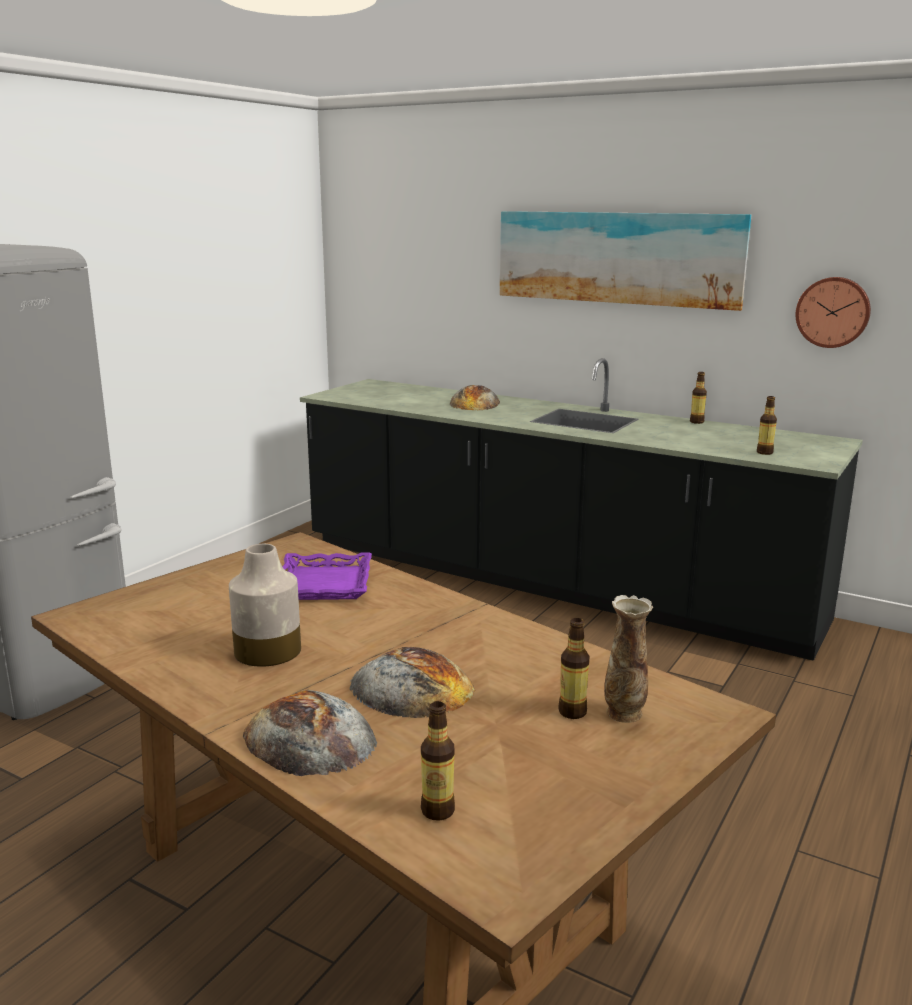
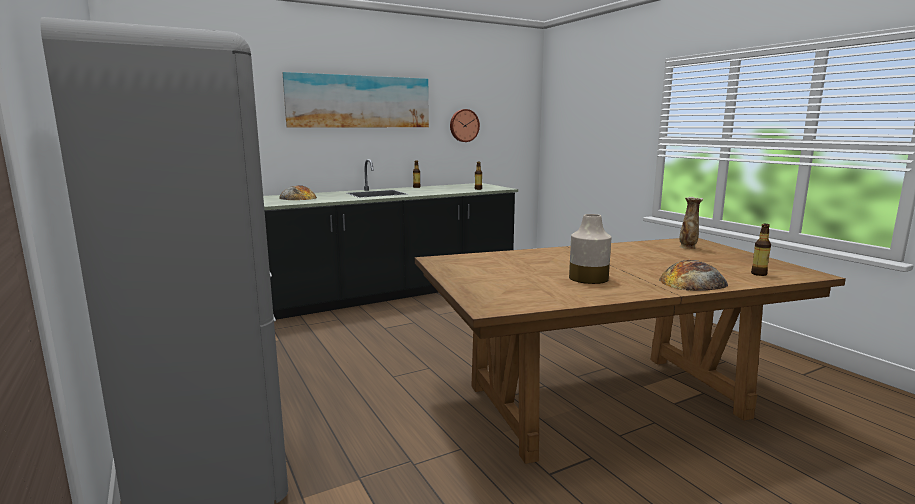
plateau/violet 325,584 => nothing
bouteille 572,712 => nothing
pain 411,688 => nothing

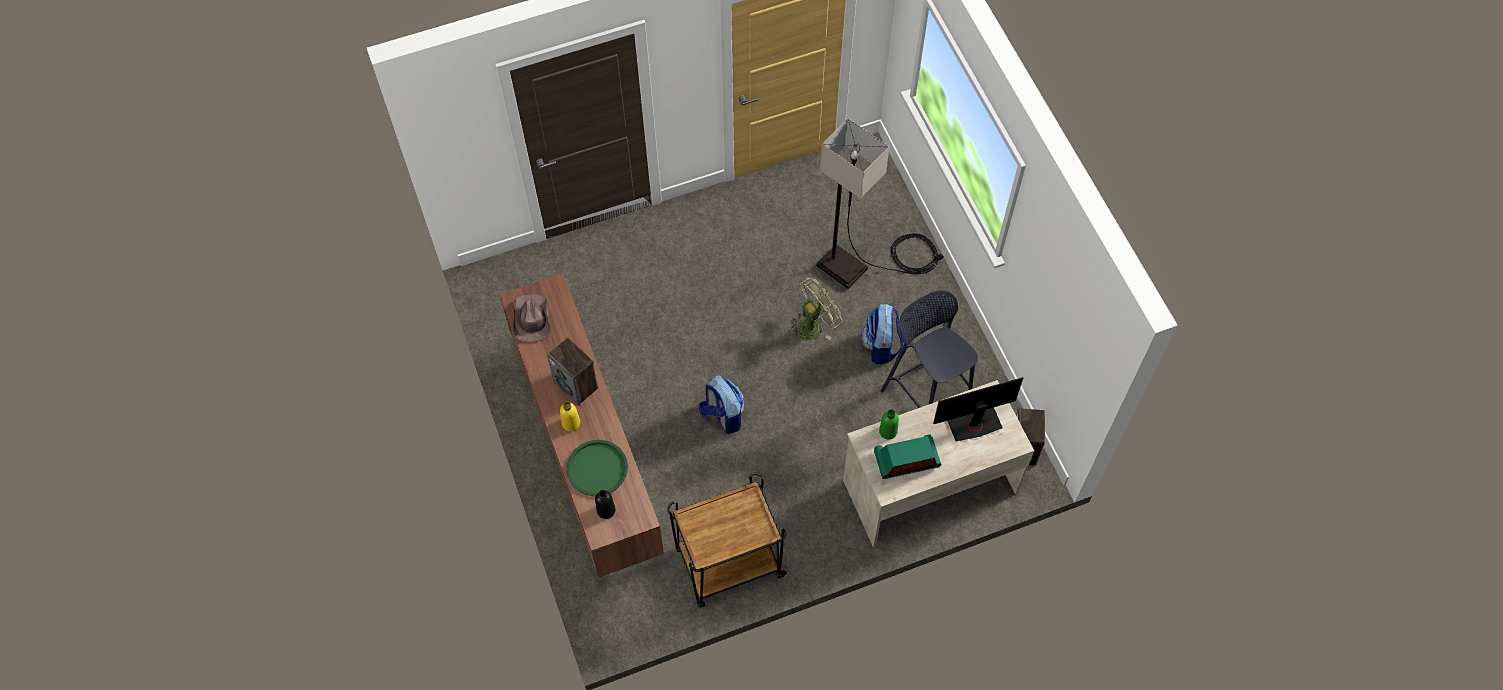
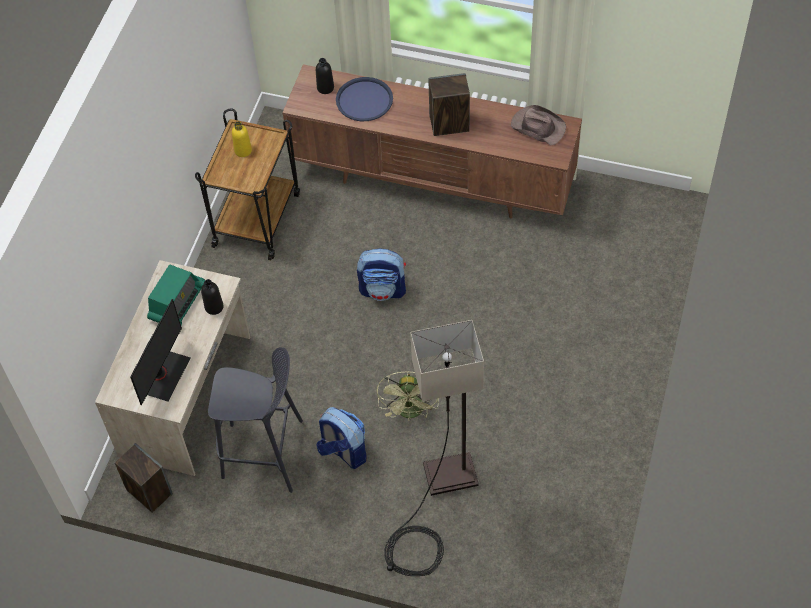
bouteille/jaune 571,423 => bouteille/jaune 243,150, relocated
bouteille/vert 888,431 => bouteille/noir 214,307
plateau/vert 597,468 => plateau/bleu 364,100

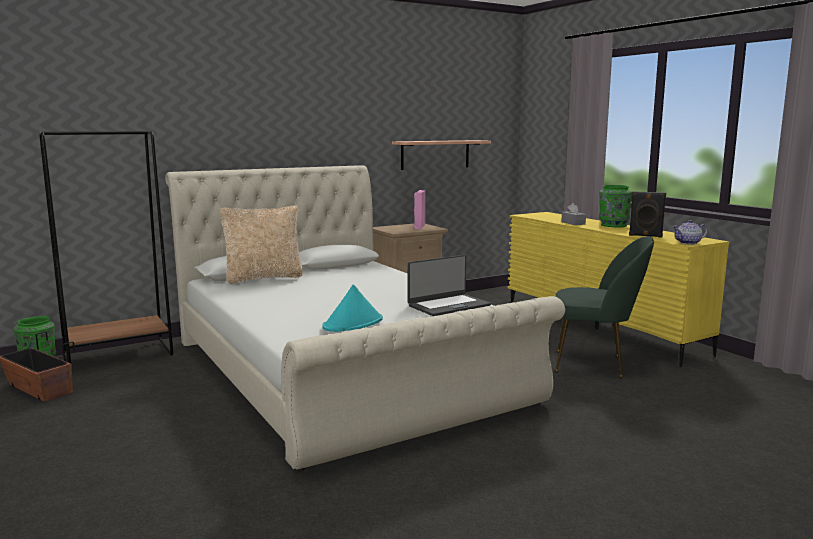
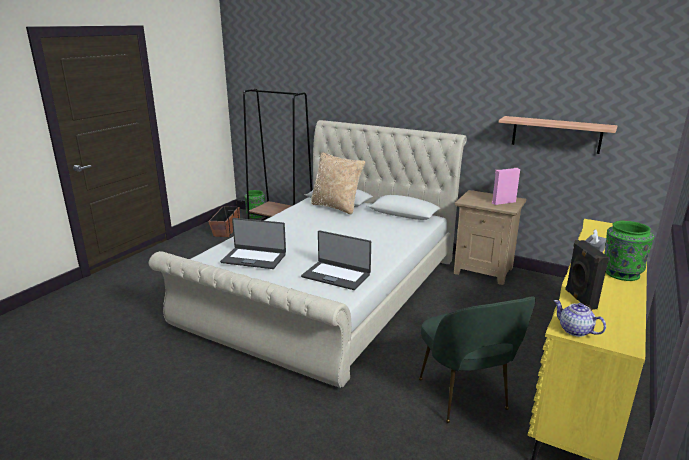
chapeau/turquoise 353,323 => ordinateur portable 254,258

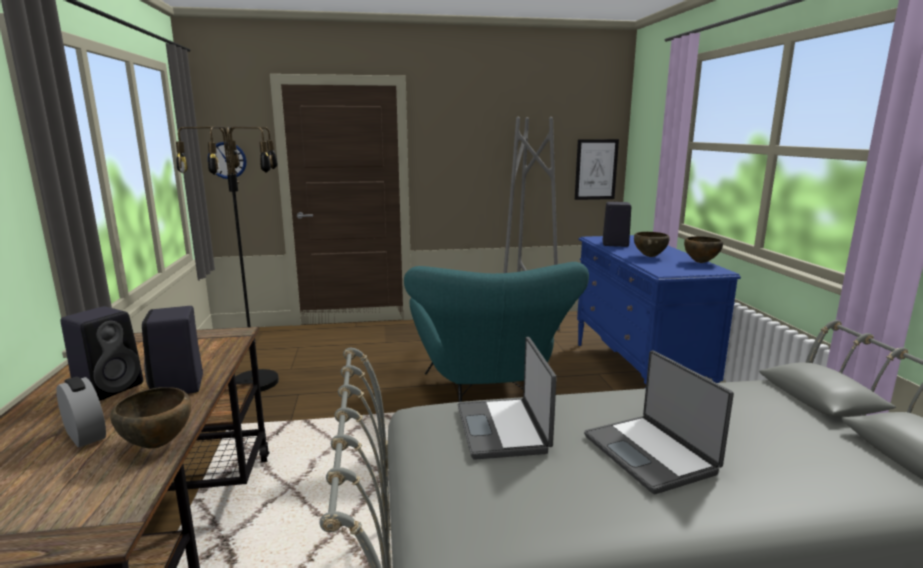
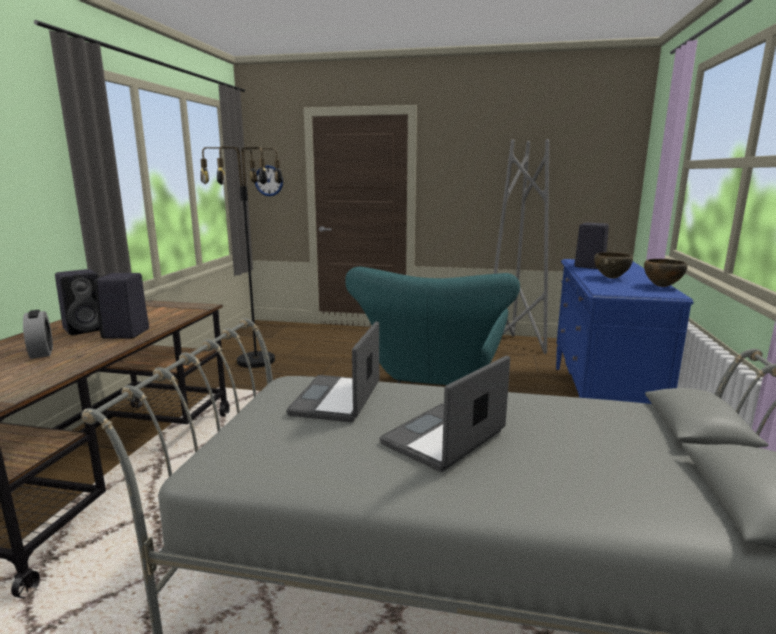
tableau 596,169 => nothing
ordinateur portable 651,453 => ordinateur portable 445,439, 45 degrees clockwise
bol/marron 158,444 => nothing

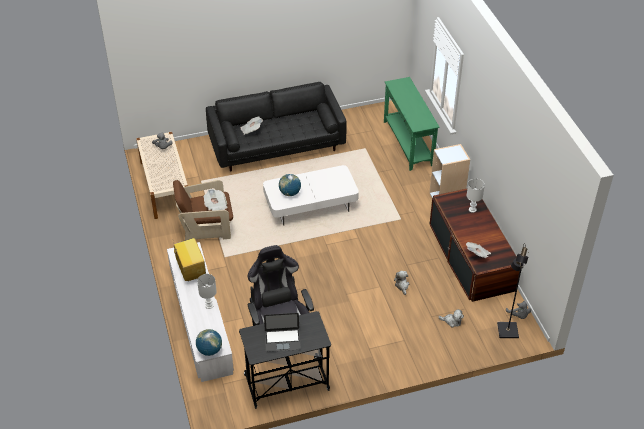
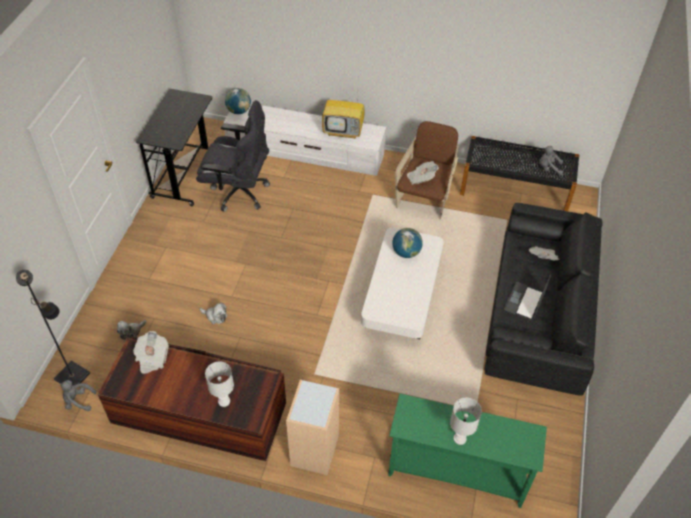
banc/beige 164,186 => banc/noir 515,189
lampe de table/blanc 209,305 => lampe de table/blanc 460,438, relocated
ordinateur portable 282,340 => ordinateur portable 524,301, relocated

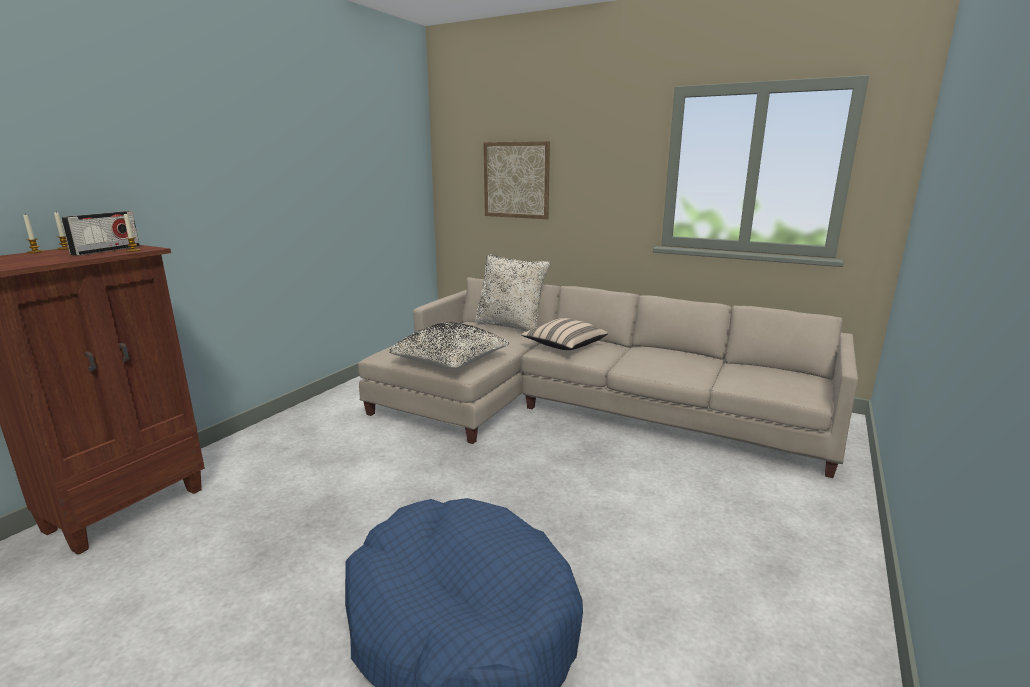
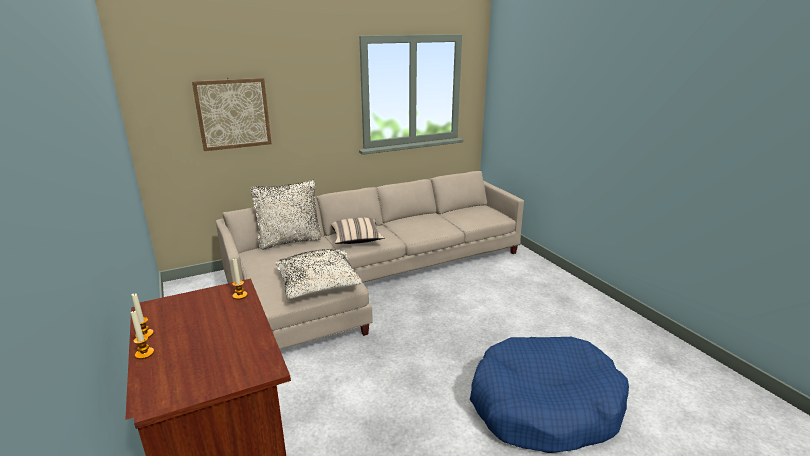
radio 106,250 => nothing

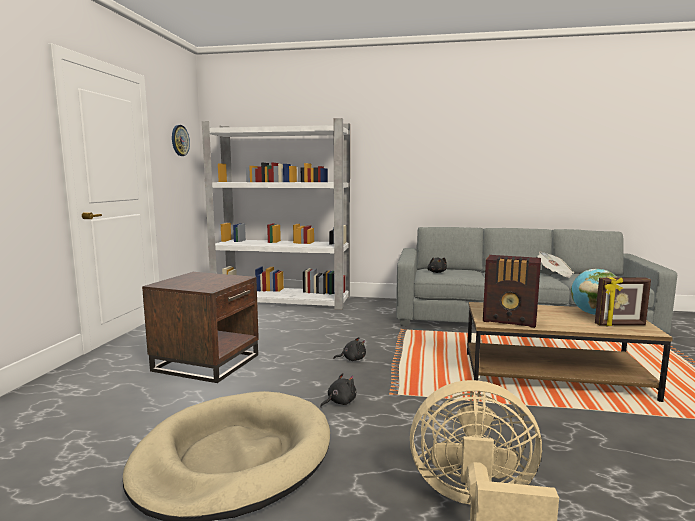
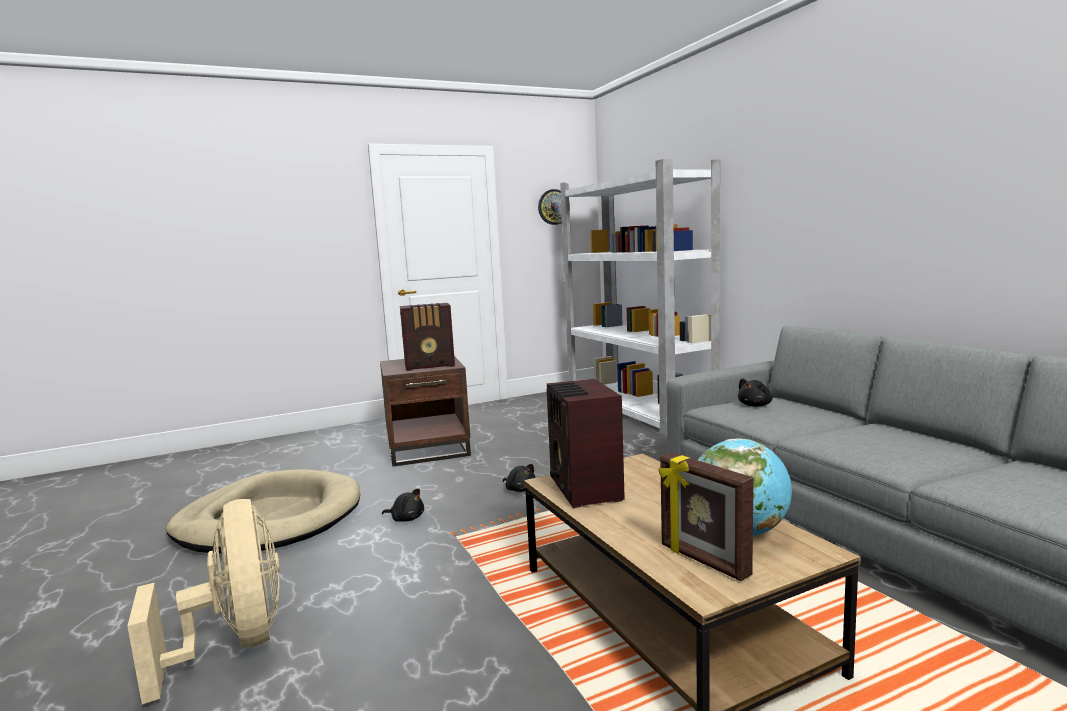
journal 555,274 => nothing
nothing => radio 430,366

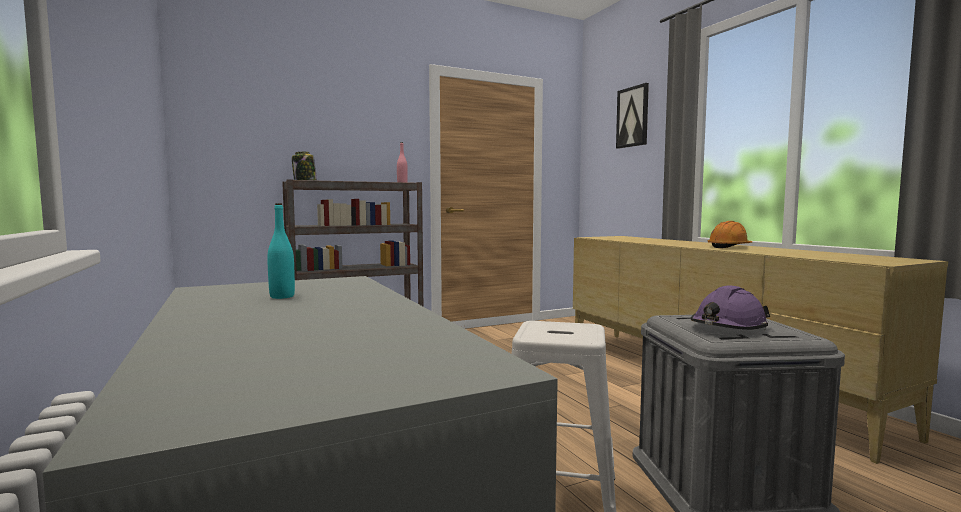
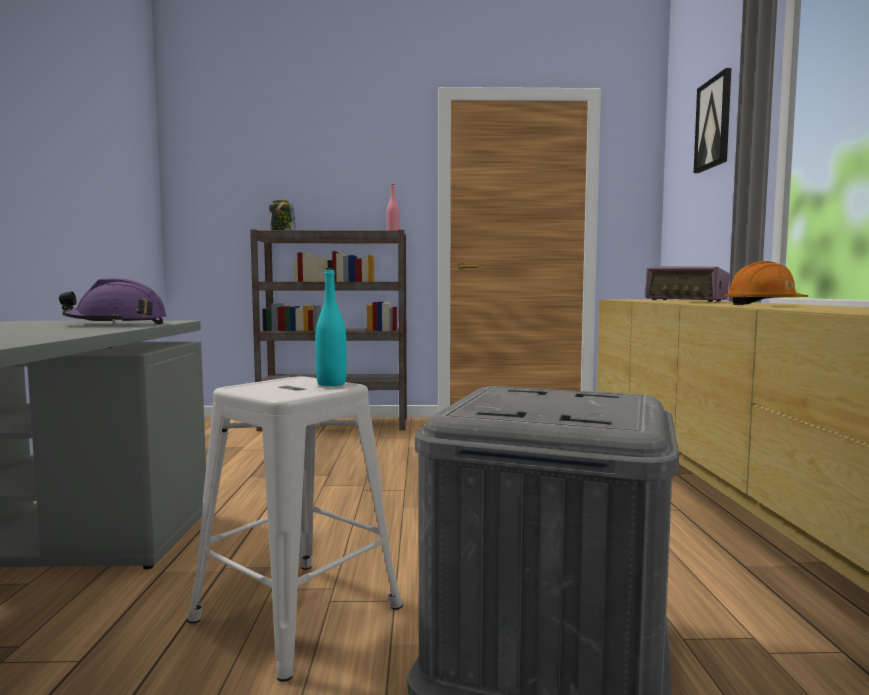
bouteille/turquoise 282,296 => bouteille/turquoise 331,384, relocated
casque de chantier/violet 728,327 => casque de chantier/violet 117,324, relocated
nothing => radio 686,301

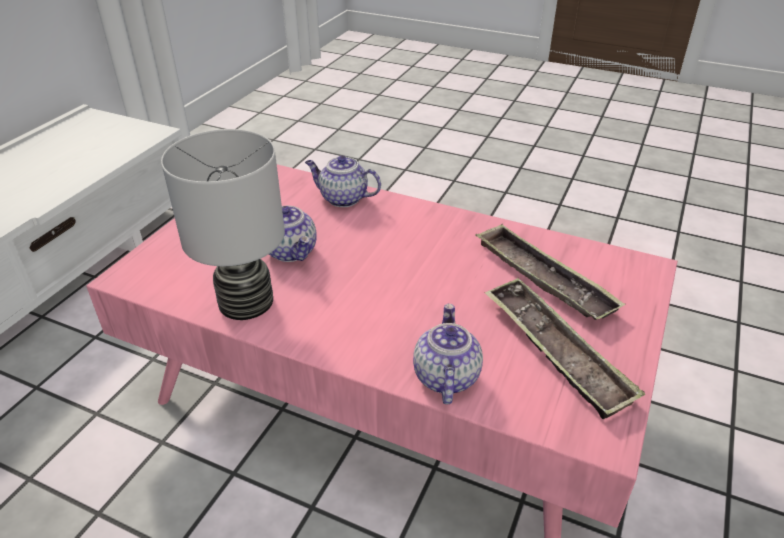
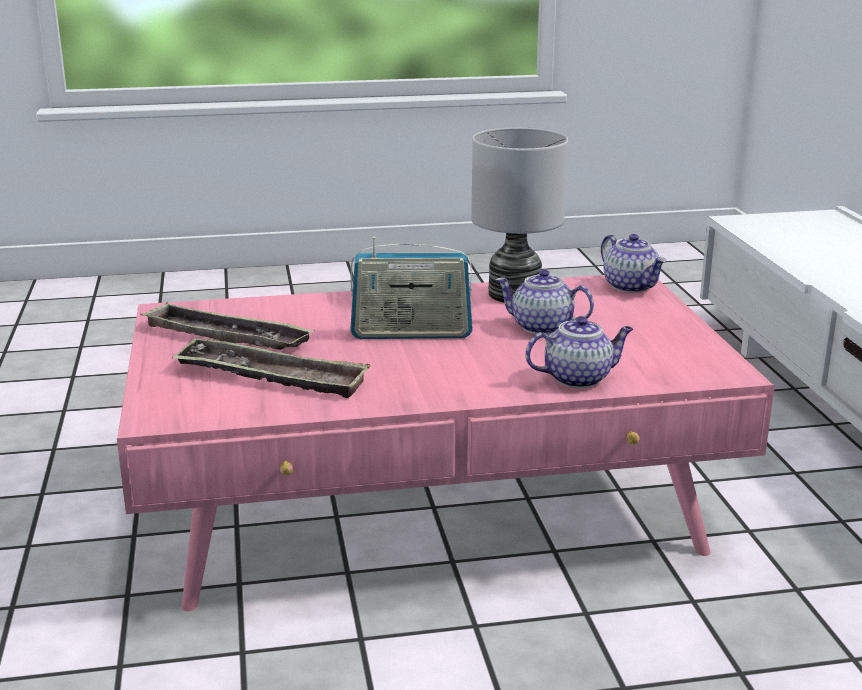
théière 445,376 => théière 631,286, relocated
nothing => radio 411,333

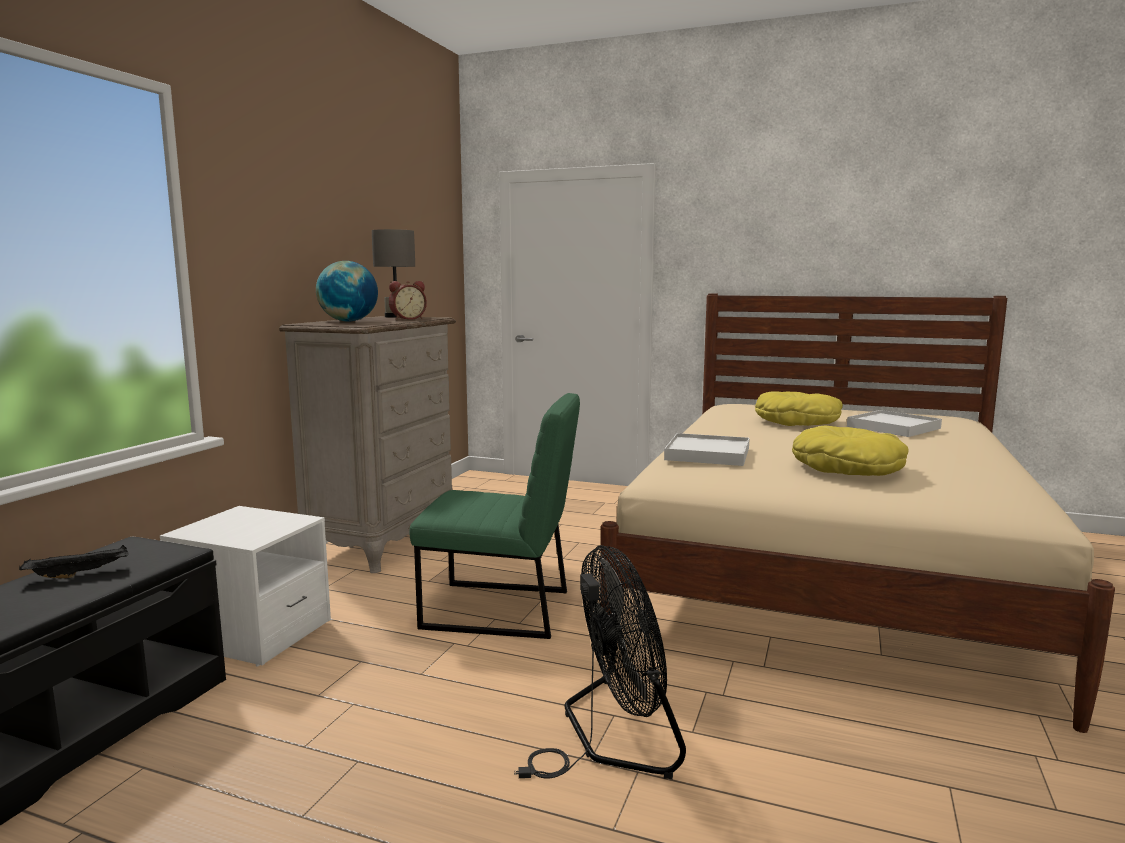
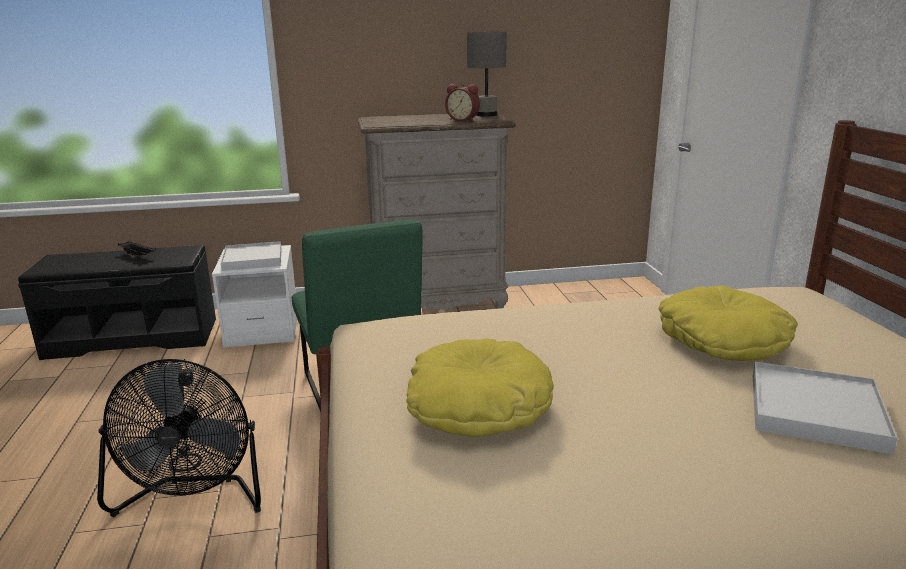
globe 348,321 => nothing
plateau/blanc 708,454 => plateau/blanc 253,259, relocated
ventilateur/noir 604,734 => ventilateur/noir 190,494, 45 degrees clockwise

